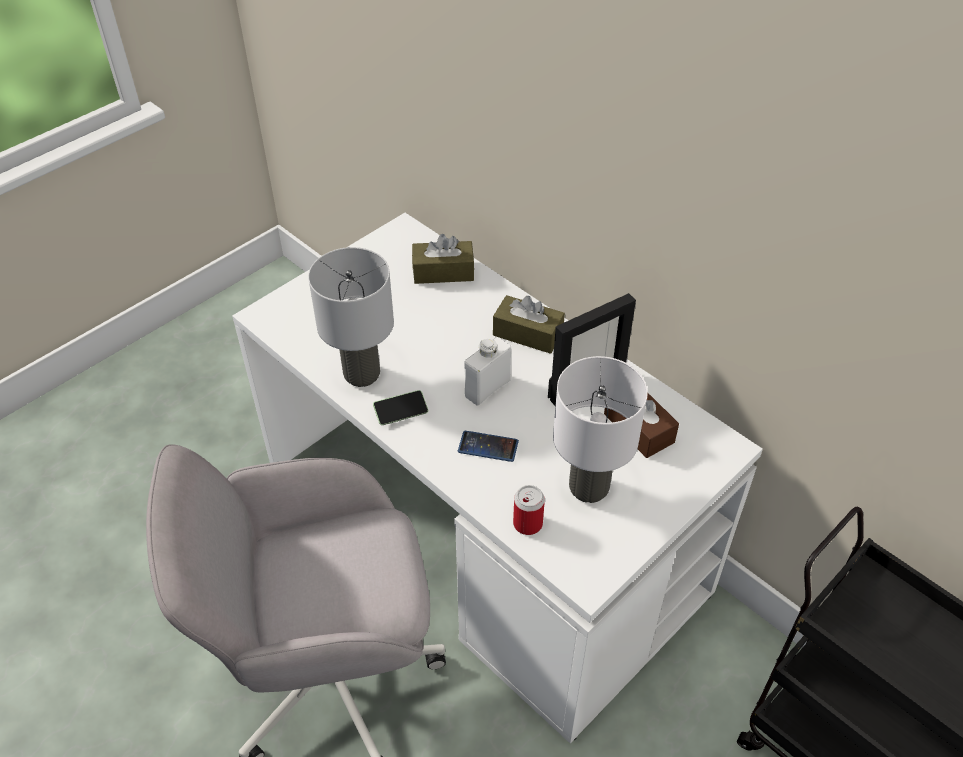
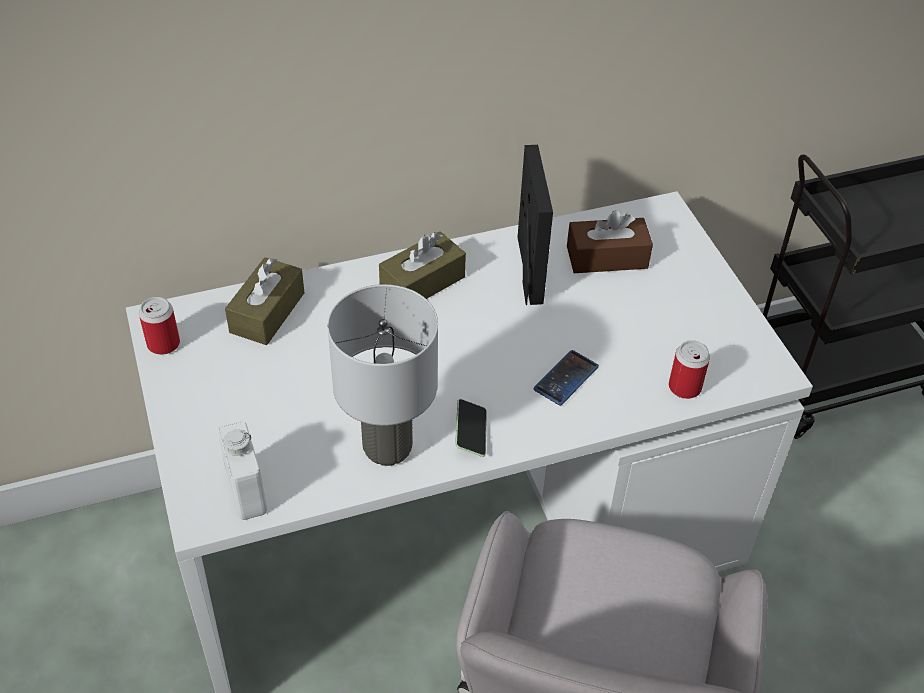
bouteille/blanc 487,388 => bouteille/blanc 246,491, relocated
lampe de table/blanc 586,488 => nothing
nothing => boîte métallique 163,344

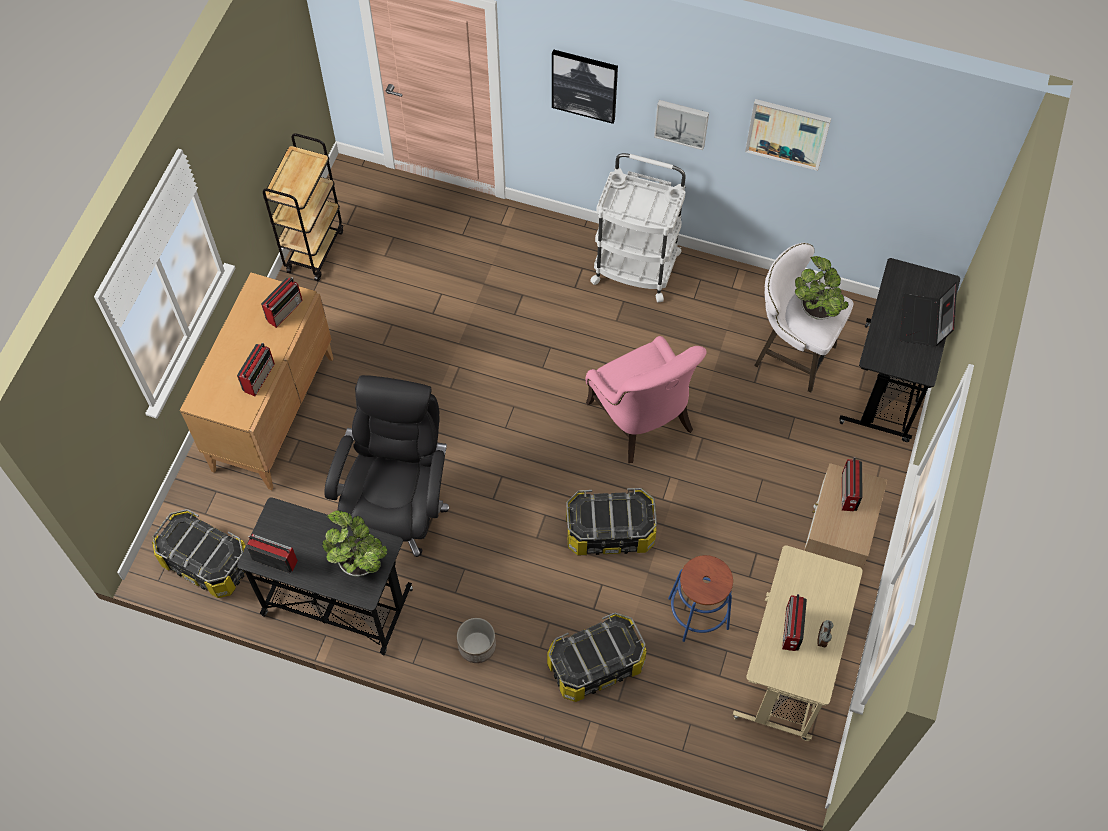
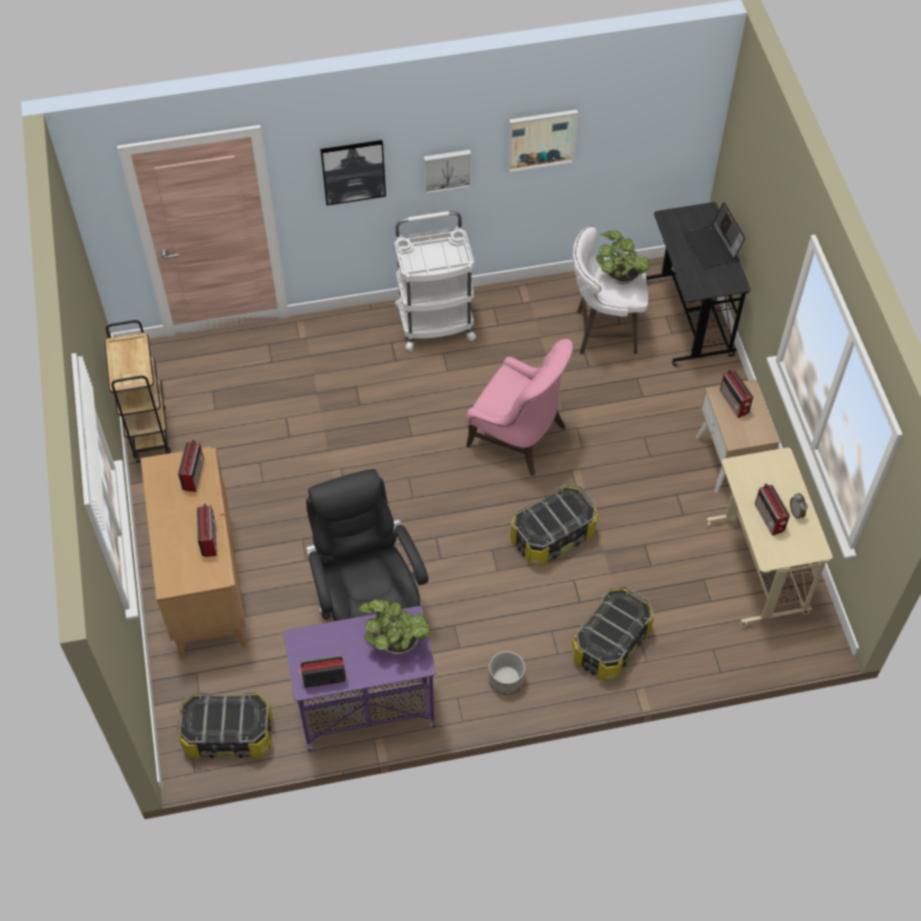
bureau/noir 337,602 => bureau/violet 365,707
tabouret/bleu 698,613 => nothing

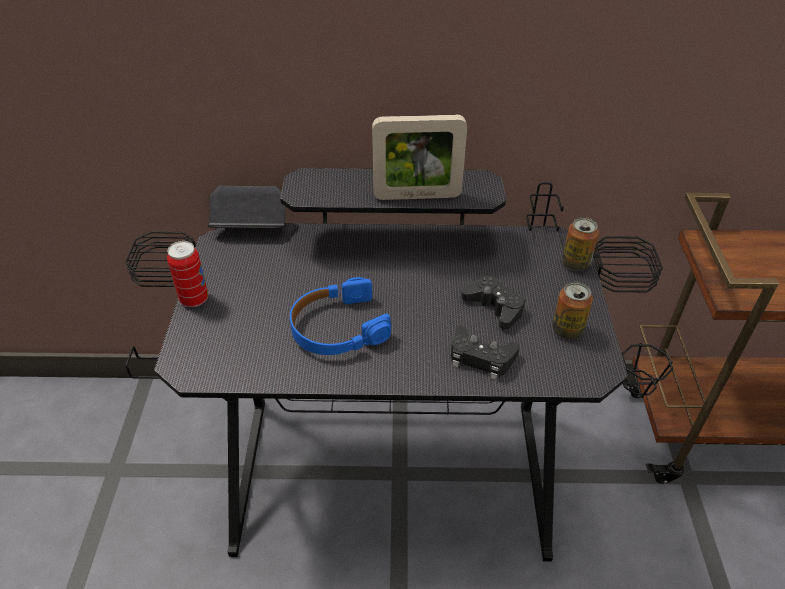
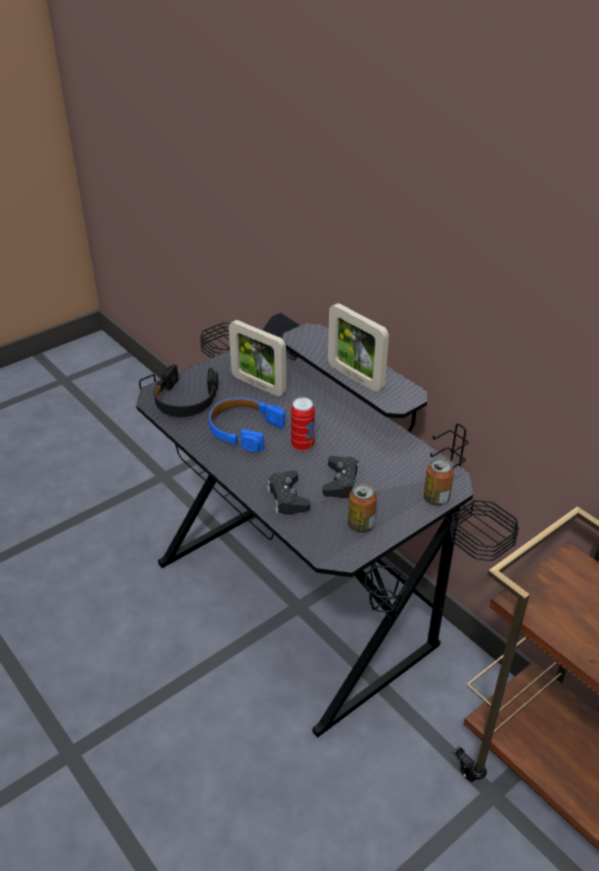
boîte métallique 194,299 => boîte métallique 302,445, relocated
nothing => cadre photo 258,385
nothing => casque audio/noir 186,400

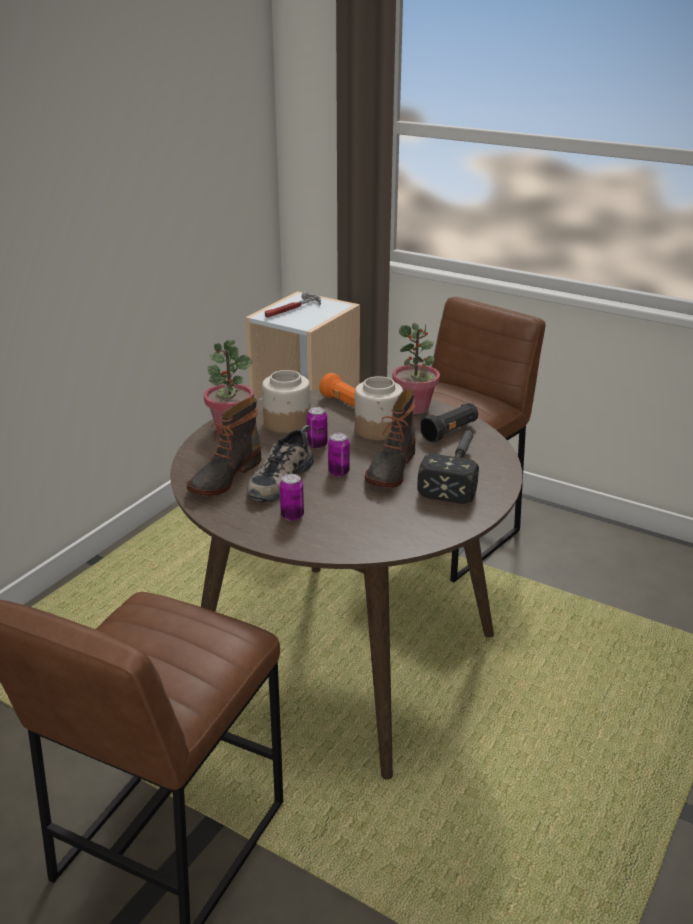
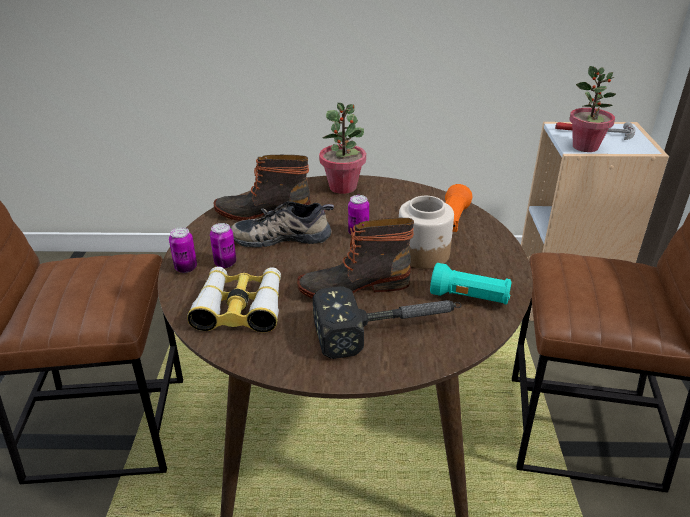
plante en pot 415,408 => plante en pot 585,147, relocated
bocal 286,422 => nothing
lampe de poche/noir 450,432 => lampe de poche/turquoise 469,298
boîte métallique 338,472 => boîte métallique 186,268, relocated
nothing => jumelles 240,307

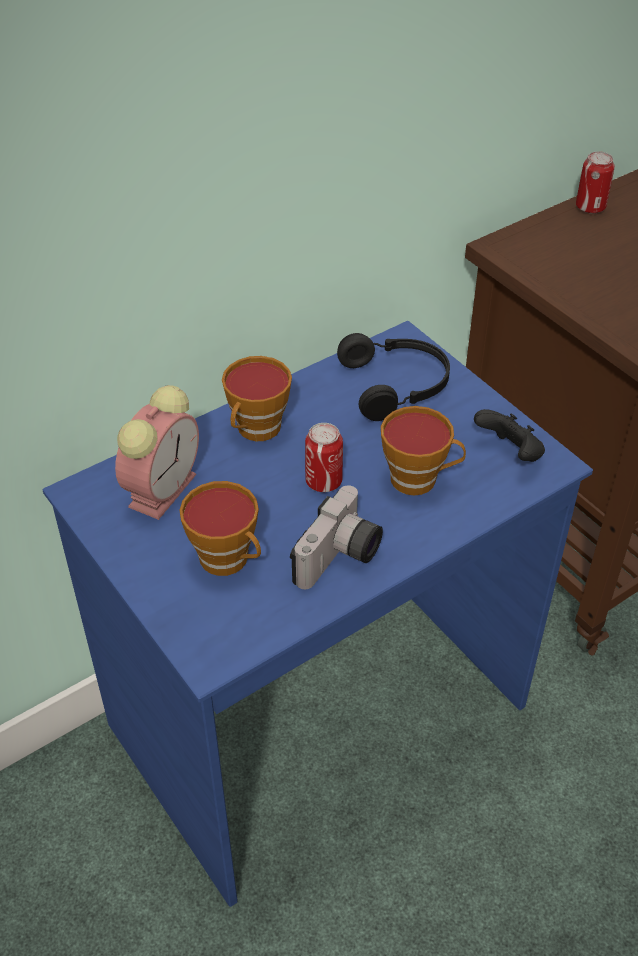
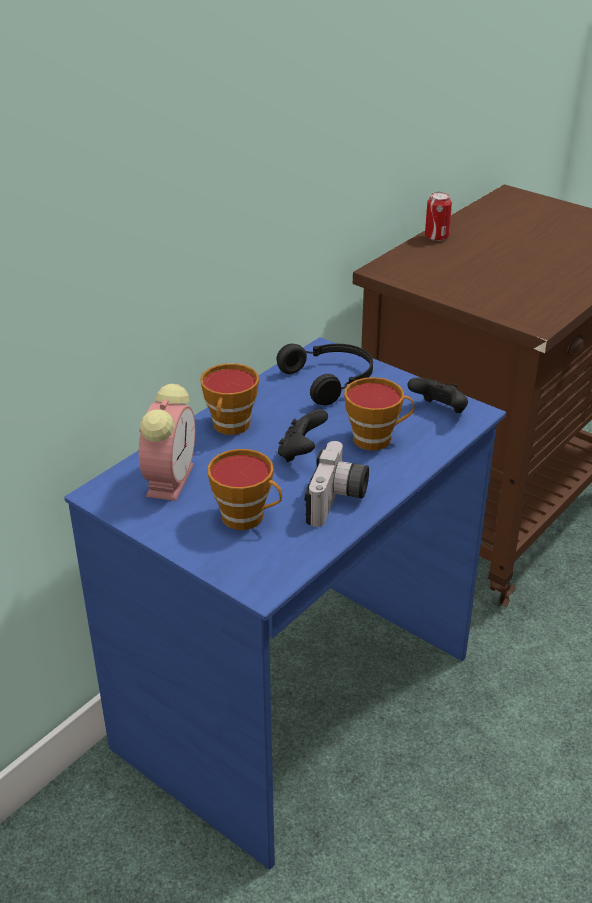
boîte métallique 323,481 => manette/noir 301,452

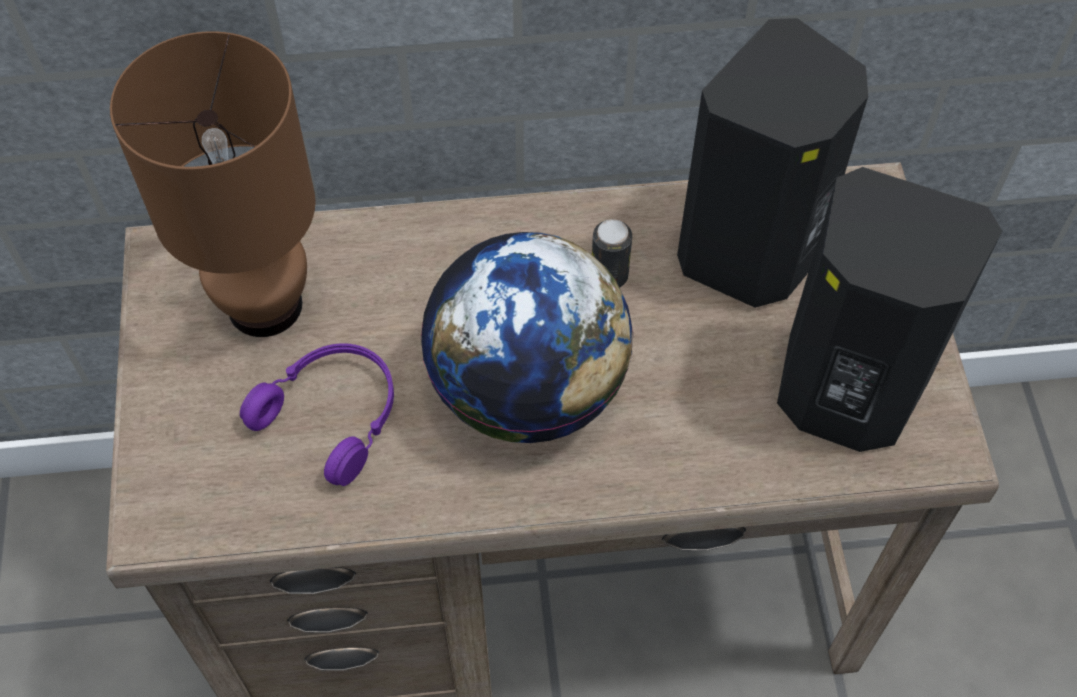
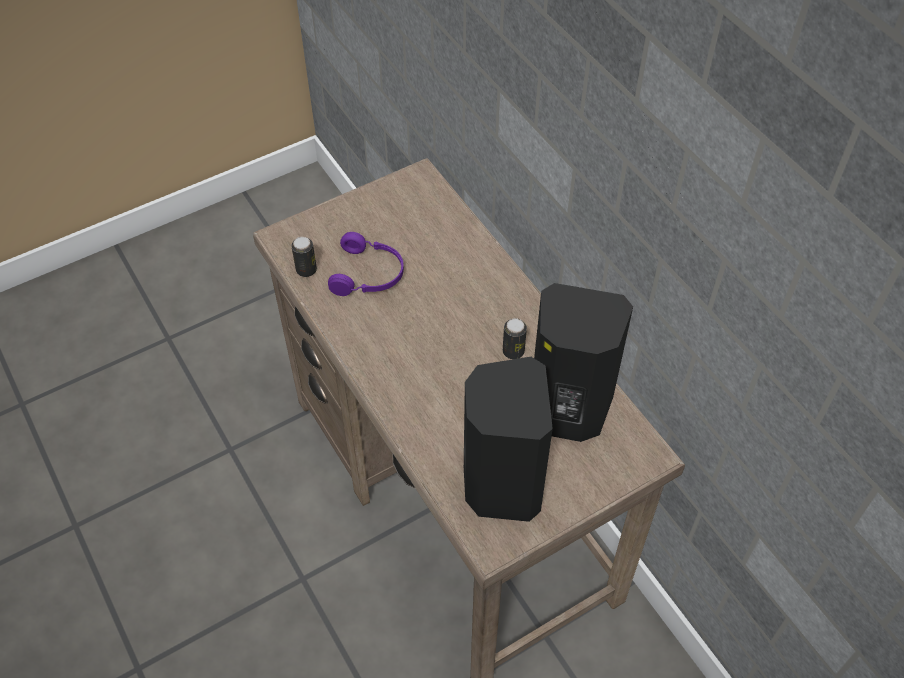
lampe de table/marron 267,304 => nothing
globe 528,390 => nothing
nothing => boîte métallique 306,270

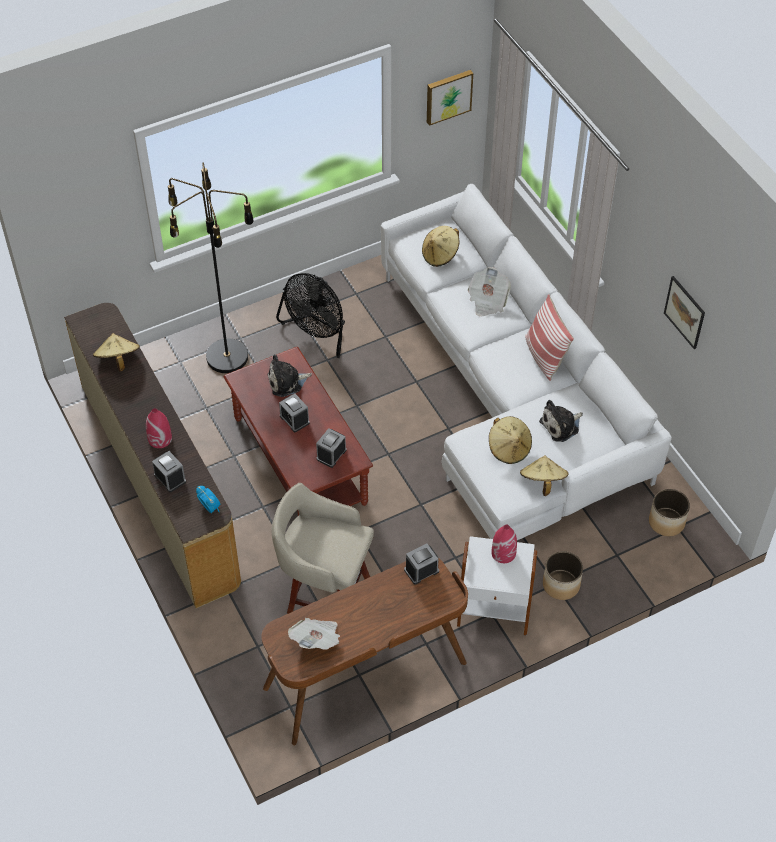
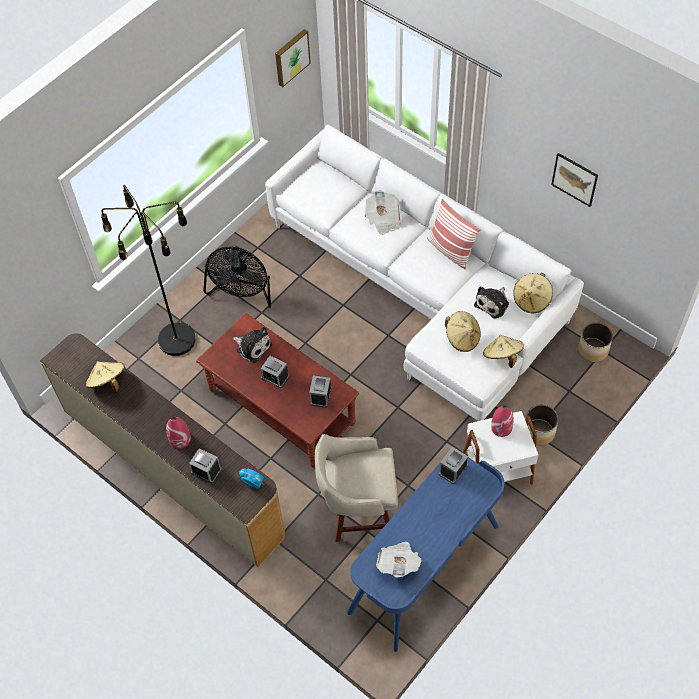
chapeau/beige 440,255 => chapeau/beige 532,300, relocated
peluche 287,382 => peluche 252,347, 105 degrees counterclockwise
bureau/marron 366,677 => bureau/bleu 425,570

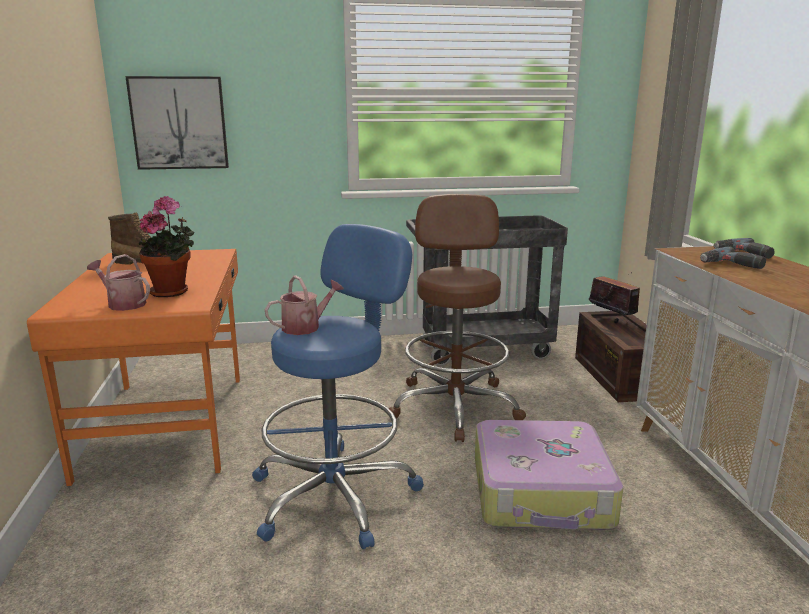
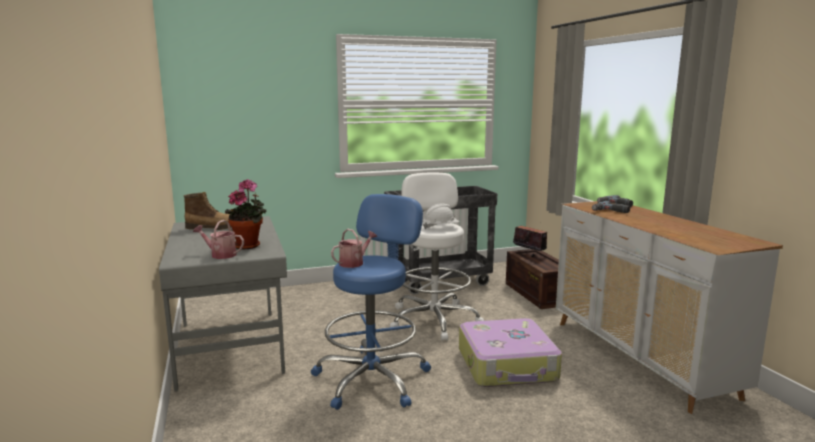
tableau 179,123 => nothing
tabouret/marron 455,405 => tabouret/blanc 434,319
bureau/orange 169,423 => bureau/gris 231,346
nothing => casque de chantier/blanc 441,228

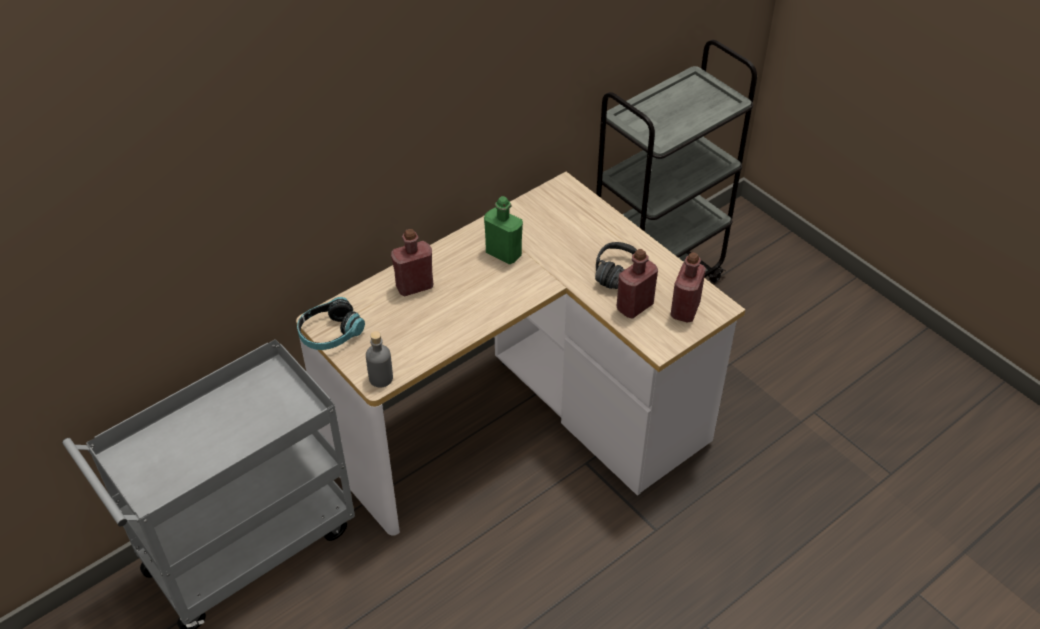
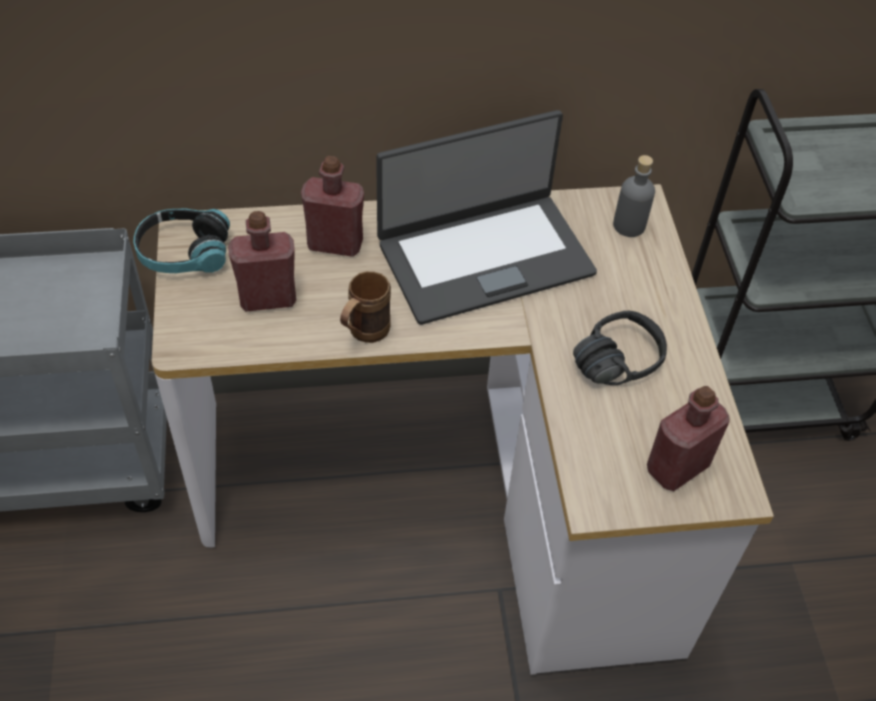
bouteille/vert 503,254 => ordinateur portable 484,256
bouteille/rouge 634,306 => bouteille/rouge 268,298, relocated
bouteille/gris 381,378 => bouteille/gris 629,225, relocated
nothing => mug/marron 363,334

